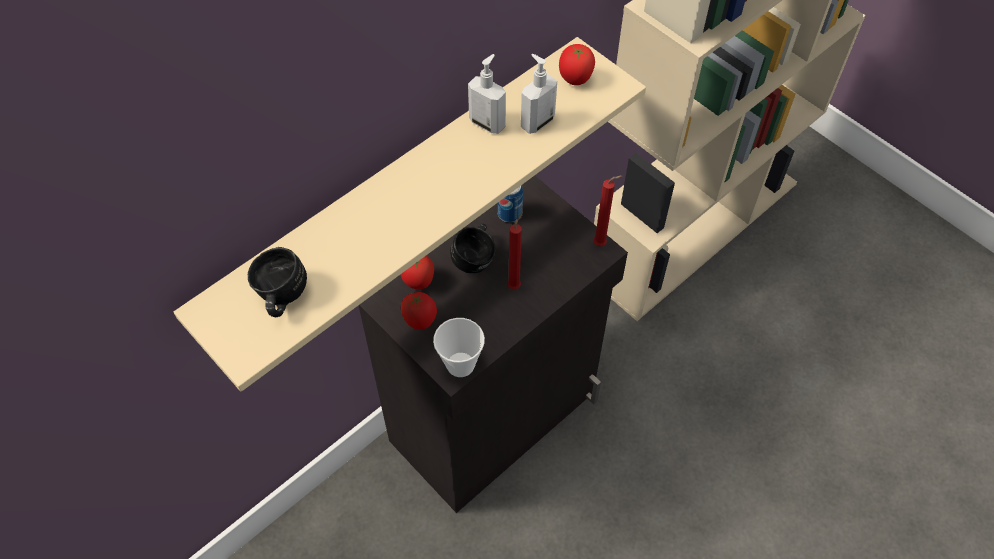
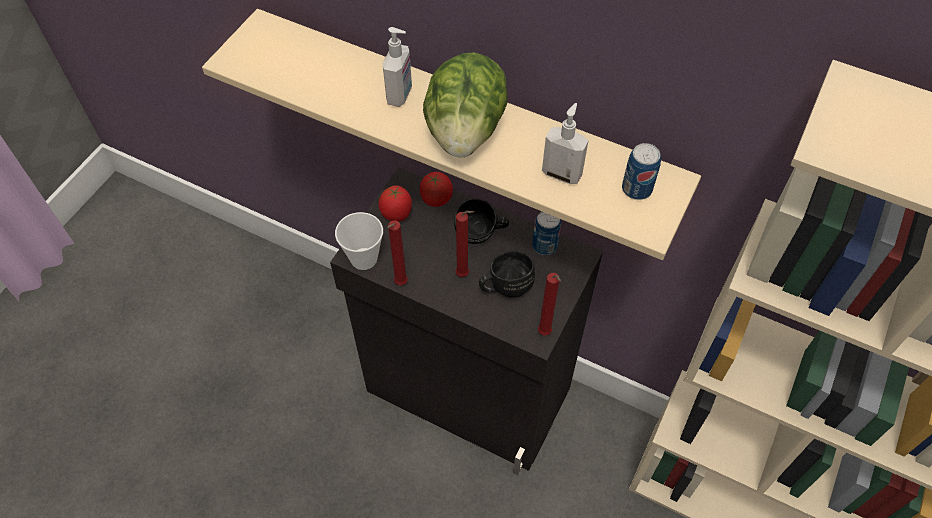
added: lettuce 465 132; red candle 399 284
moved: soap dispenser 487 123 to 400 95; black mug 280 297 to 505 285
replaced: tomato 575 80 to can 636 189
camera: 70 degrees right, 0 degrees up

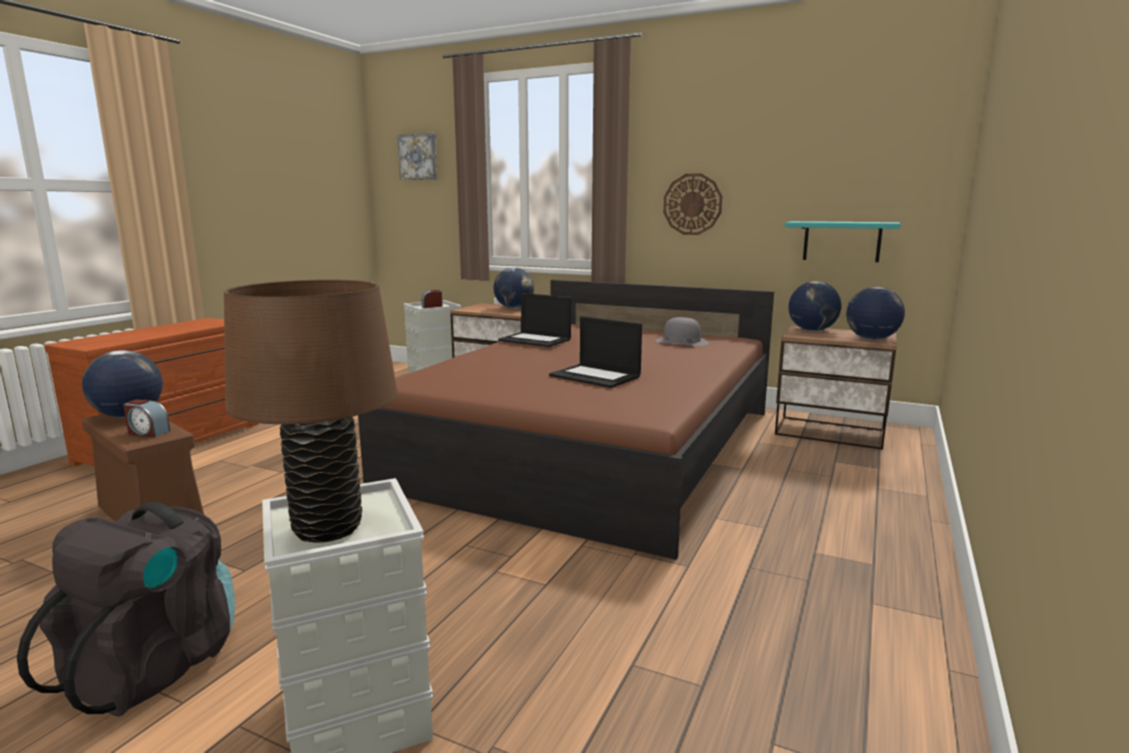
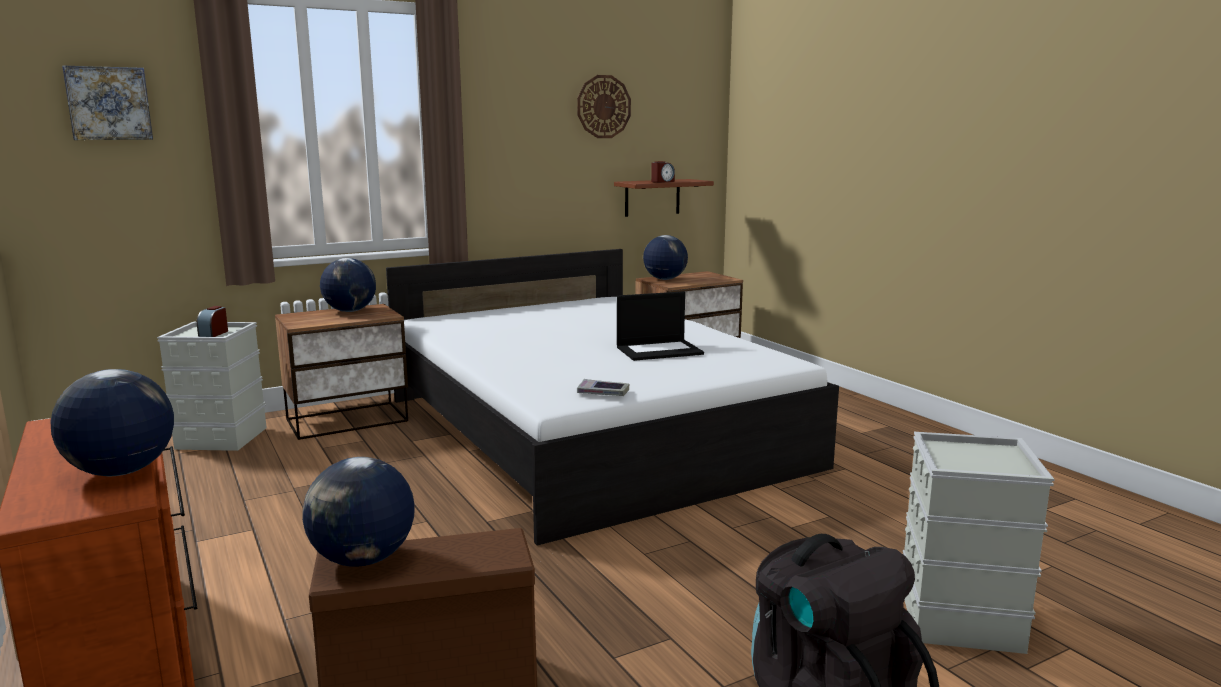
removed: brown table lamp 327 528; laptop 536 340; grey hat 681 341
added: book 603 392
moved: wall clock 692 204 to 603 106; globe 871 339 to 121 472; alarm clock 148 432 to 662 182
recoloured: turquoise shelf 841 241 to brown shelf 652 197; brown bed 594 445 to white bed 589 431
camera: 55 degrees left, 0 degrees up

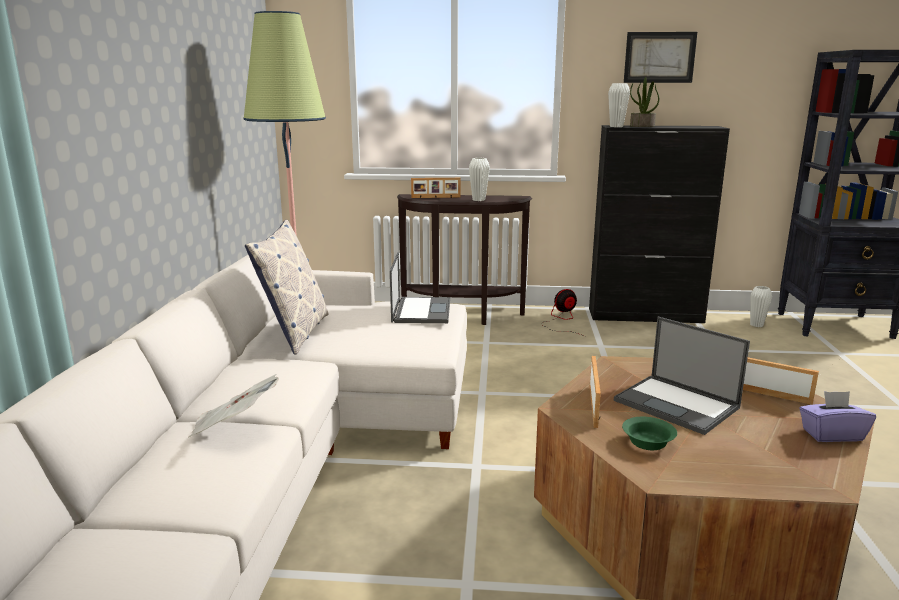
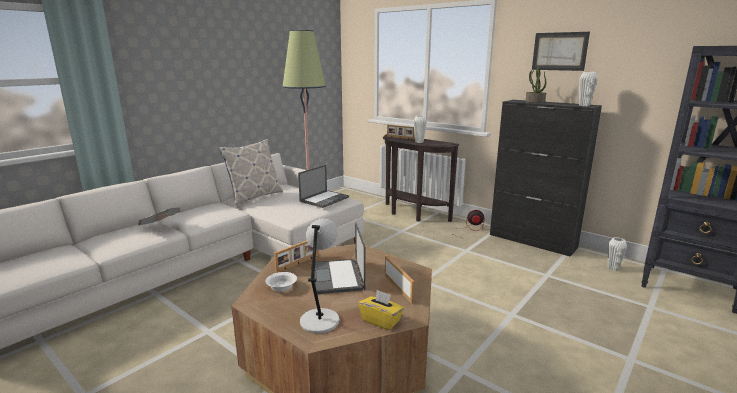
added: grey table lamp 320 320
moved: white vase 616 126 to 584 105
recoloured: purple tissue box 831 434 to yellow tissue box 381 321; green bowl 649 442 to white bowl 282 287
camera: 35 degrees right, 0 degrees up

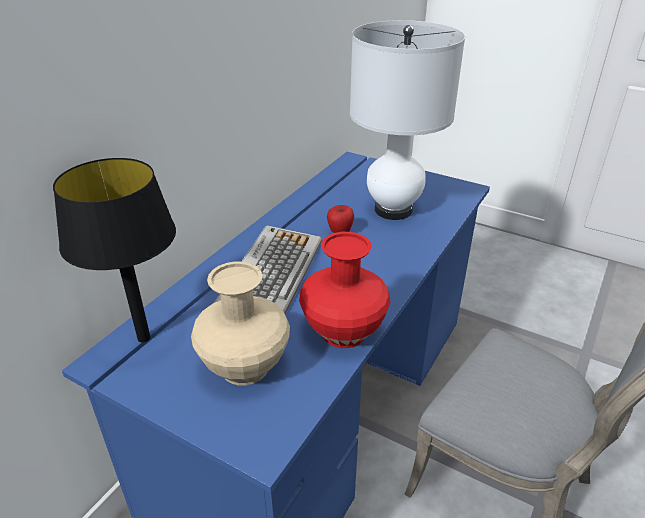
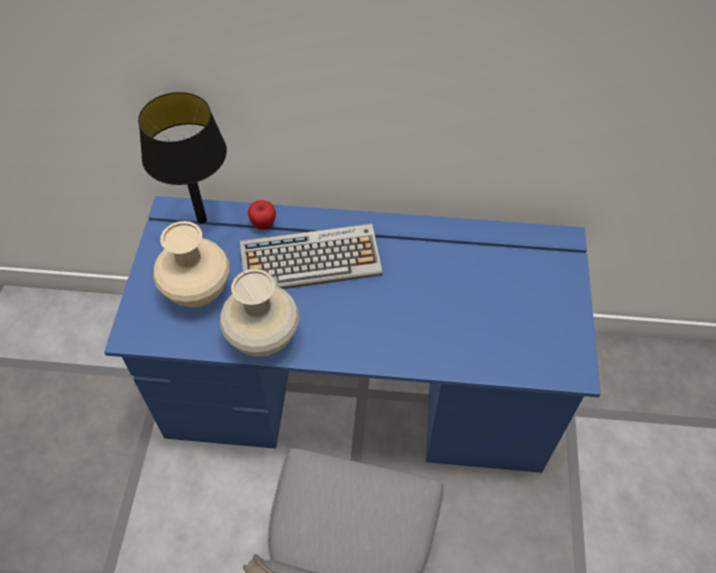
removed: white table lamp 393 210
moved: apple 340 232 to 263 224
recoloured: red vase 342 332 to beige vase 263 338
camera: 65 degrees right, 20 degrees up

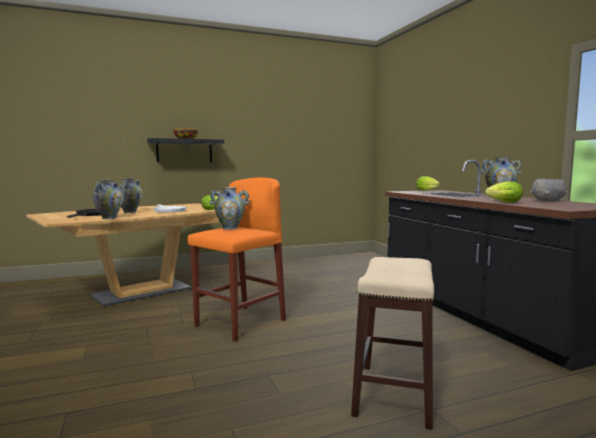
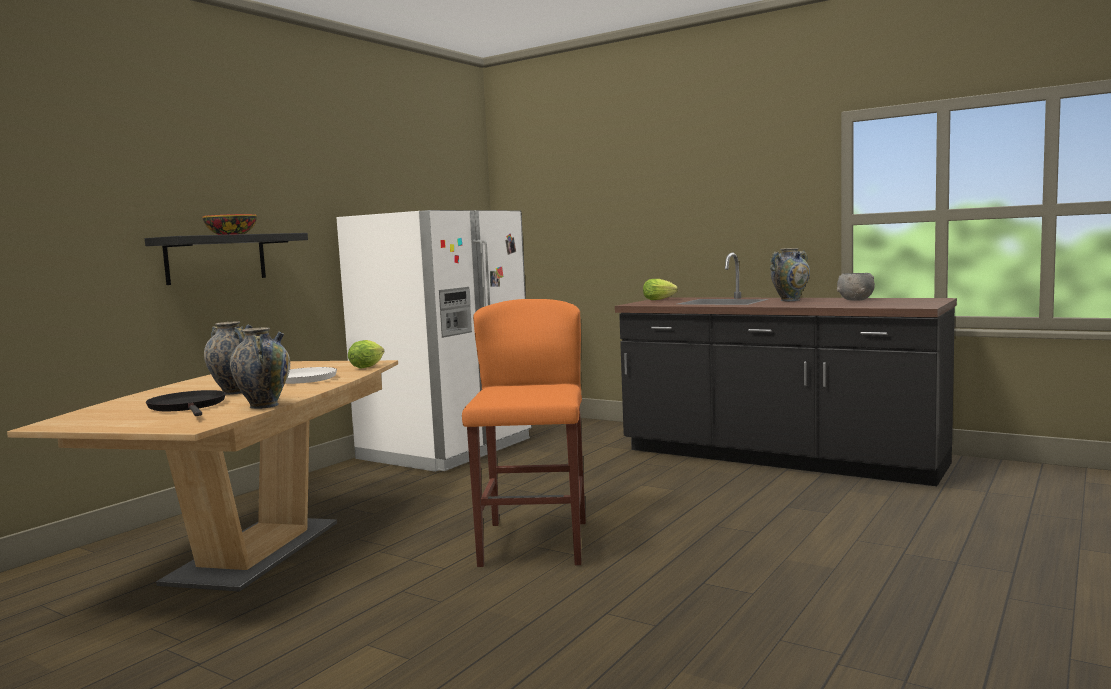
removed: lettuce 502 202; vase 230 228; stool 394 393
added: white fridge 446 449
camera: 35 degrees left, 0 degrees up

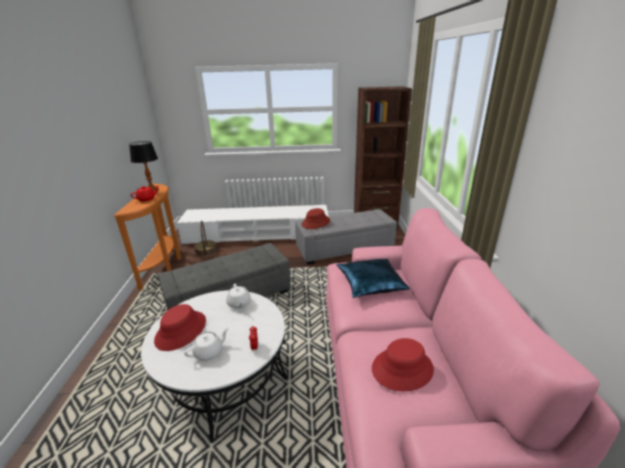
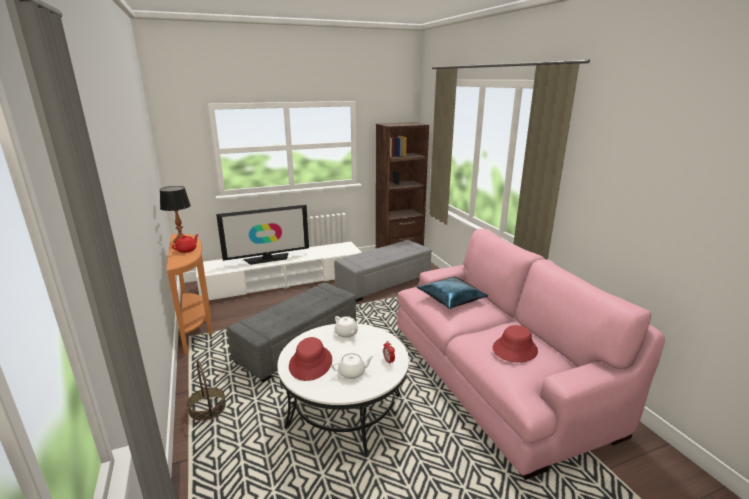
removed: red hat 316 223
added: television 267 259
moved: basket 206 251 to 207 408
turned: white teapot 209 352 = 352 373 45 degrees clockwise
camera: 20 degrees left, 5 degrees down

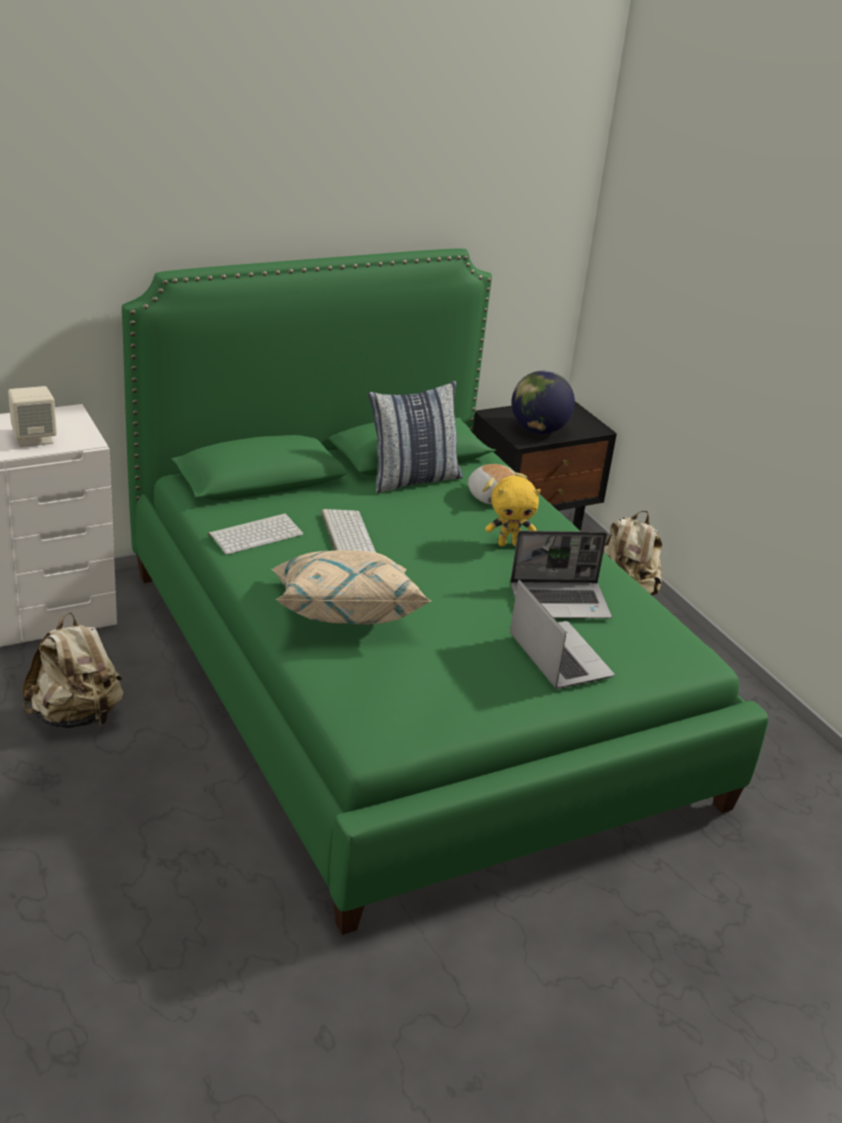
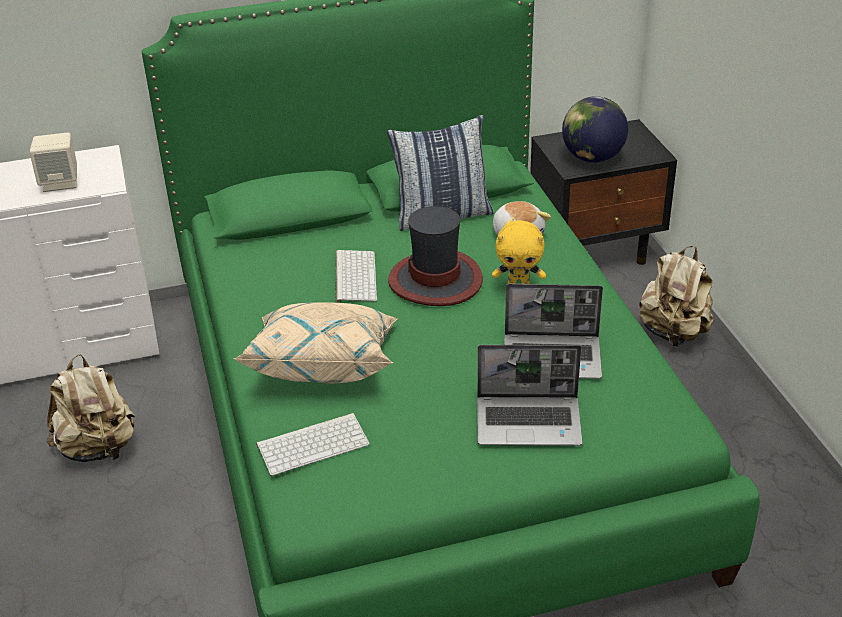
added: hat 436 280
moved: keyboard 256 534 to 313 443
turned: laptop 558 656 = 529 422 105 degrees clockwise
camera: 15 degrees right, 5 degrees up

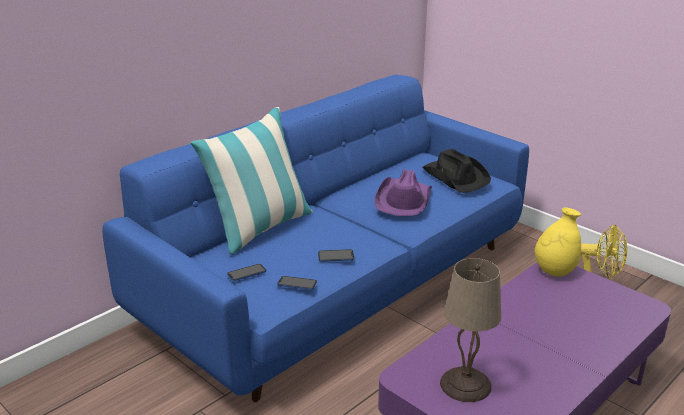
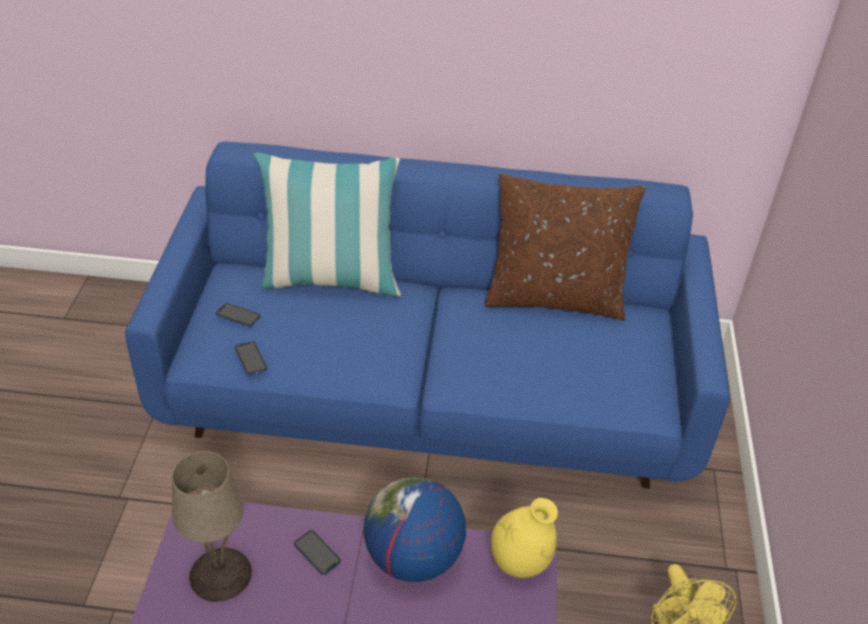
removed: black hat 455 177; purple hat 403 200
added: brown pillow 554 297; globe 413 558
moved: phone 336 256 to 317 553
camera: 50 degrees right, 15 degrees up

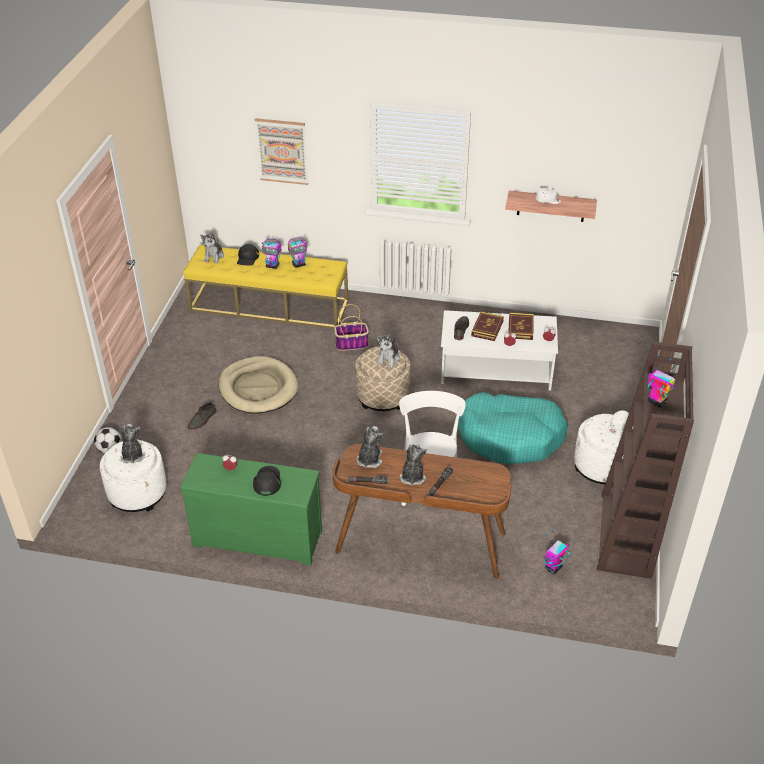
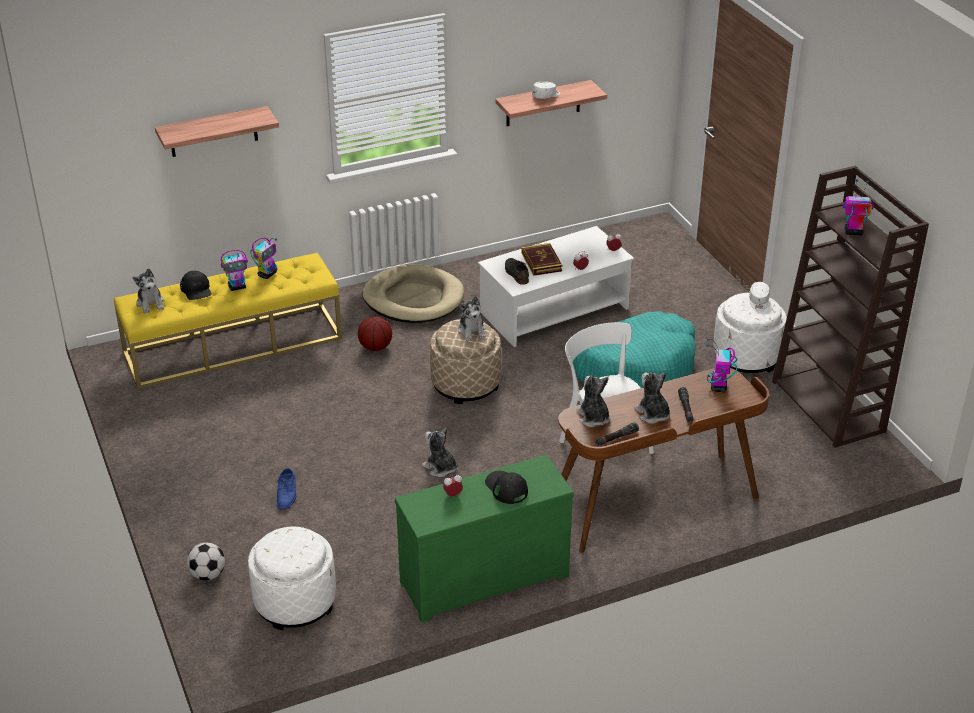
removed: book 520 328
moved: beige dog bed 258 388 to 413 299; plush toy 132 456 to 440 468; toy robot 553 568 to 718 387
replaced: picture 282 151 to shelf 213 132; basket 352 344 to basketball 375 347
recoloured: grey shoe 202 419 to blue shoe 287 494
camera: 35 degrees left, 5 degrees down

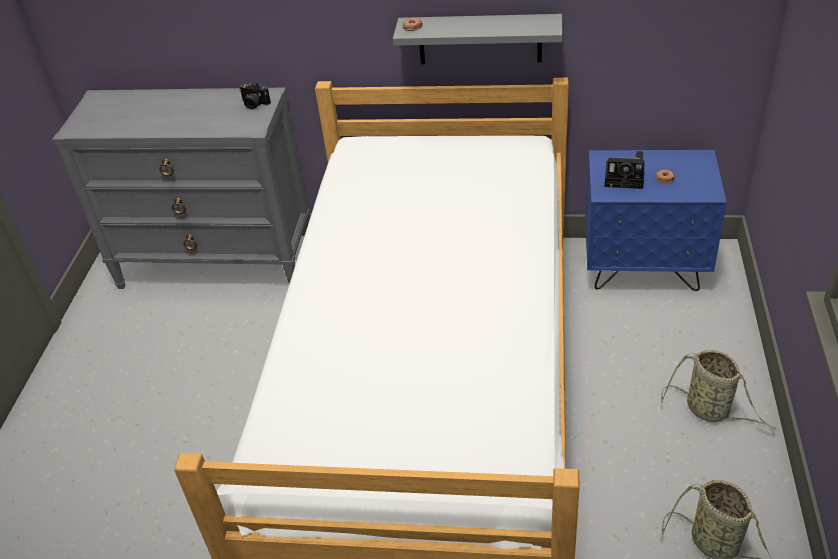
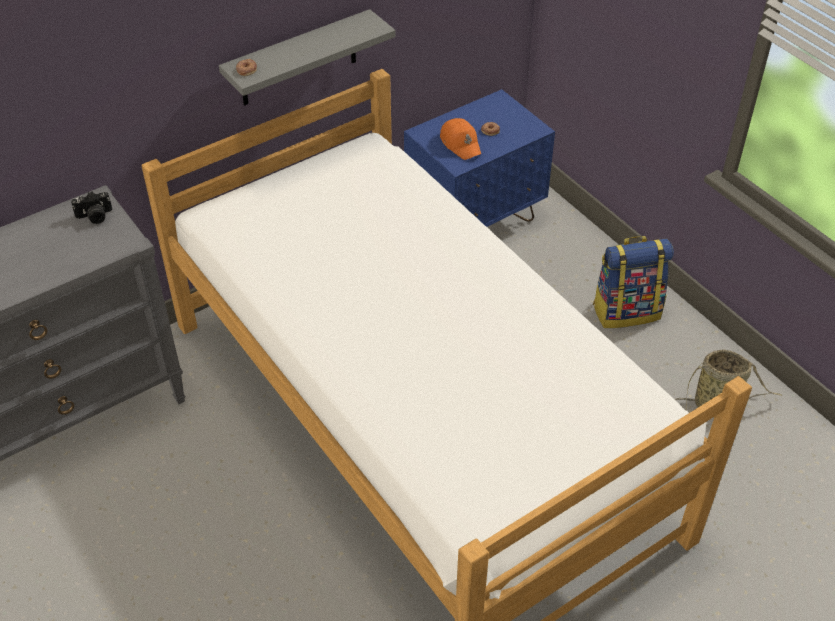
replaced: photo camera 626 178 to orange cap 461 143; basket 710 411 to backpack 626 311
camera: 45 degrees left, 5 degrees up

